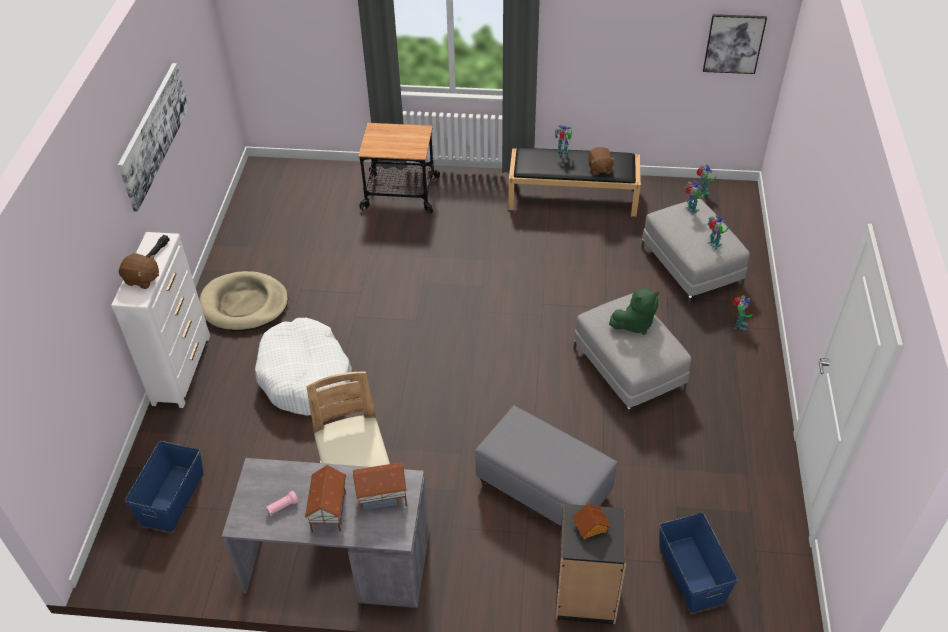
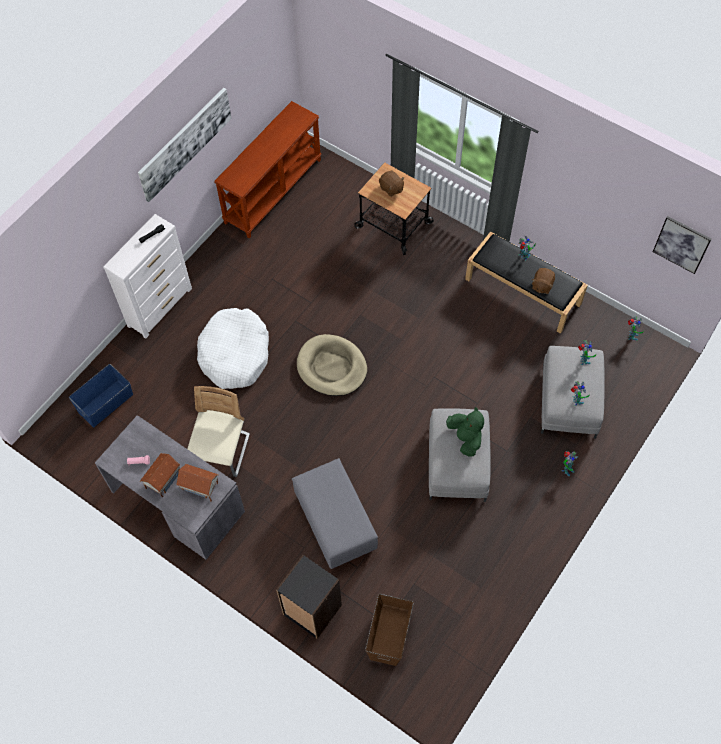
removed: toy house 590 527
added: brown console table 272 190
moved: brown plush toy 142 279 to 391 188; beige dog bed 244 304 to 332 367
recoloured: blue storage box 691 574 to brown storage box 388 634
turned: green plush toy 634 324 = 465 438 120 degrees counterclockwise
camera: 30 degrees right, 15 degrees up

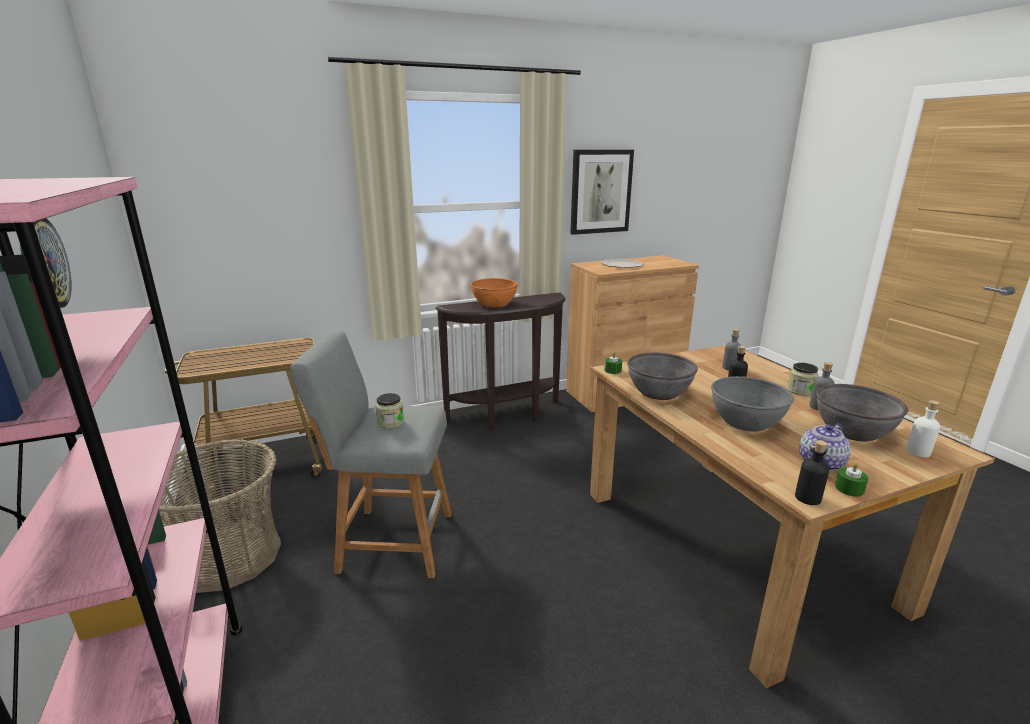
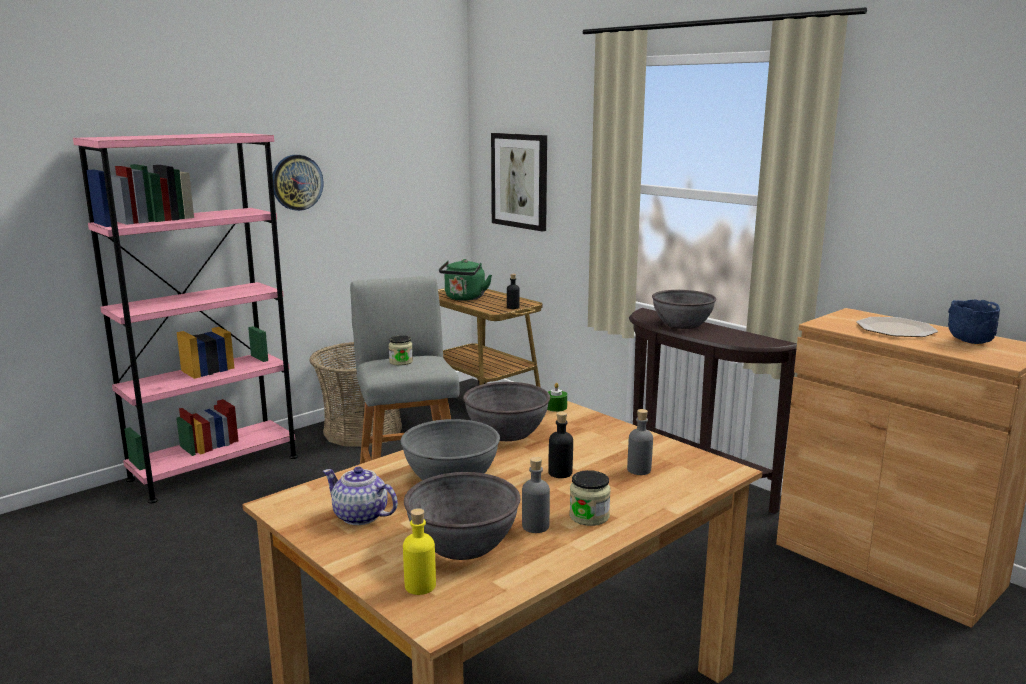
removed: green candle 849 488
added: green kettle 464 298; blue bowl 970 342
moved: picture 600 192 to 520 181; black bottle 808 498 to 513 307
recoloured: orange bowl 494 304 to grey bowl 682 324; white bottle 918 452 to yellow bottle 420 586
camera: 70 degrees right, 5 degrees down

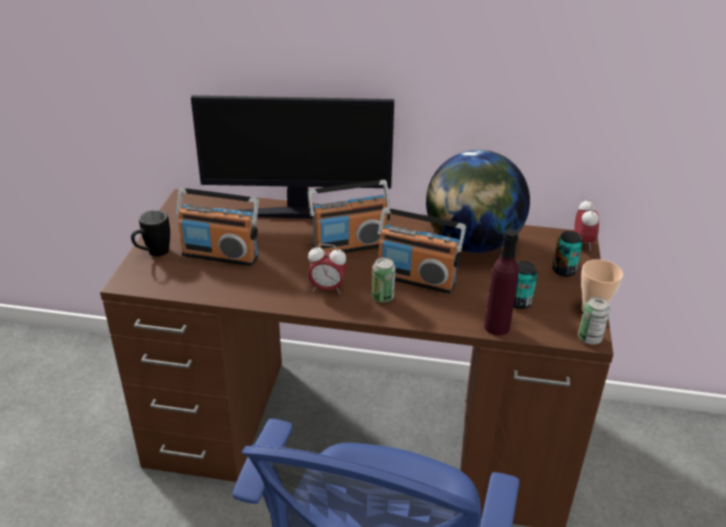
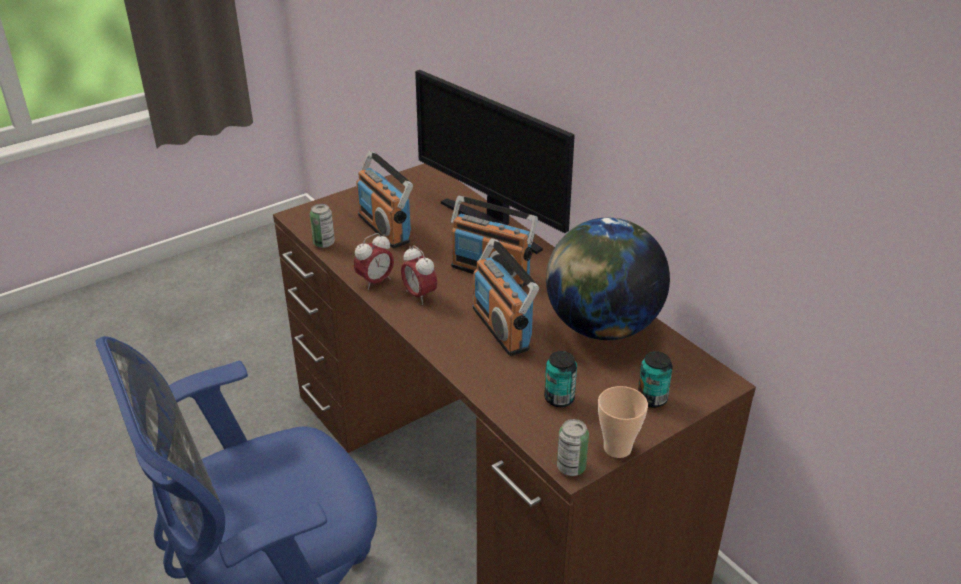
removed: black mug 153 254; purple bottle 497 327
moved: alarm clock 582 243 to 375 282; can 382 297 to 324 243
camera: 45 degrees right, 0 degrees up

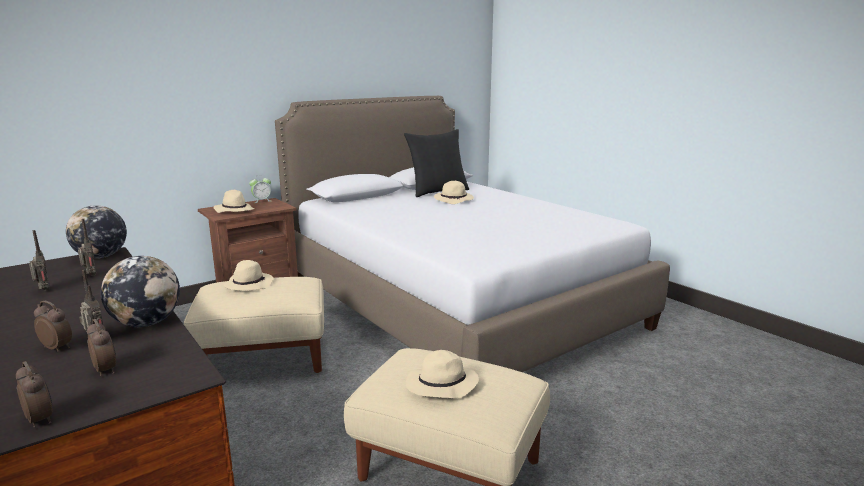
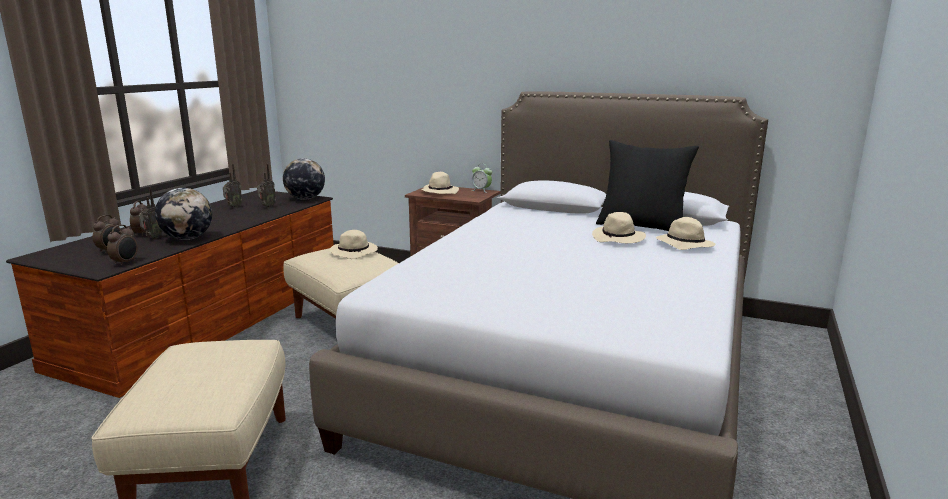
moved: beige hat 440 386 to 683 245; alarm clock 41 419 to 126 262
camera: 60 degrees right, 0 degrees up

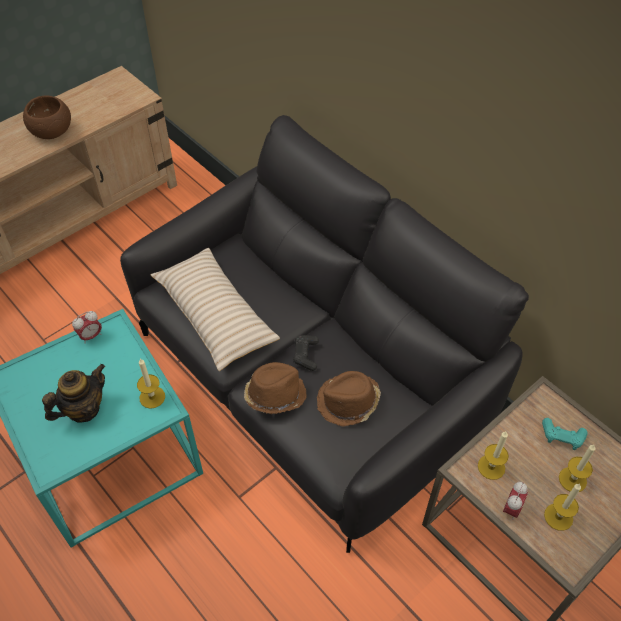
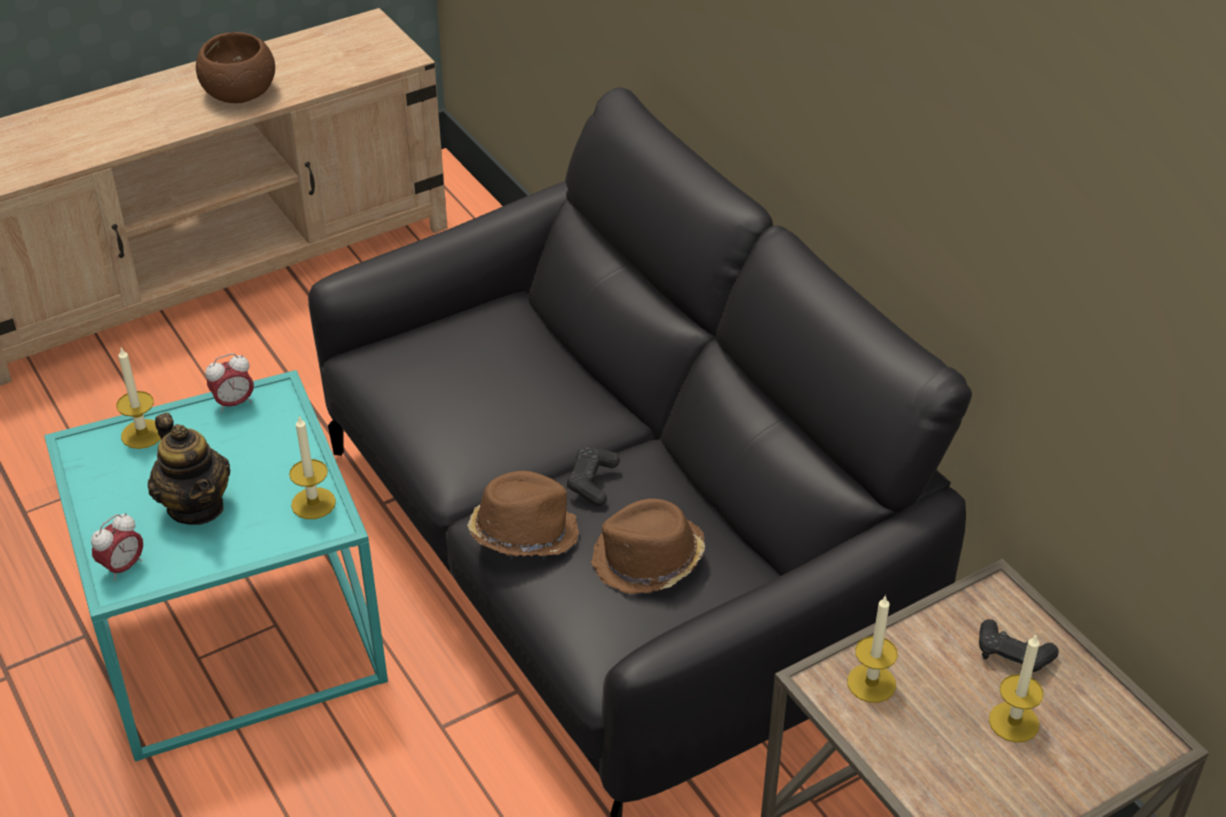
removed: beige pillow 215 316
moved: alarm clock 511 508 to 123 567; candle 558 517 to 142 434
recoloured: turquoise game controller 562 437 to black game controller 1012 655
turned: teapot 83 409 = 196 506 90 degrees clockwise
camera: 10 degrees right, 10 degrees down

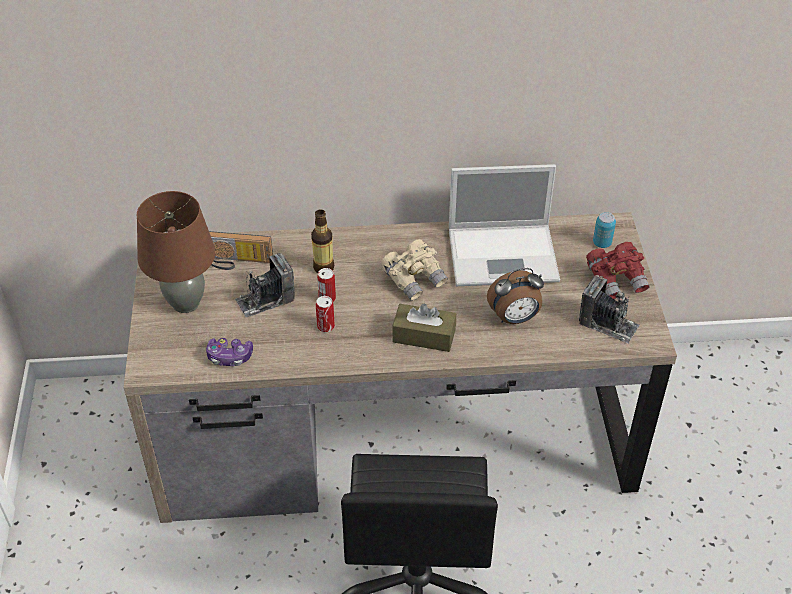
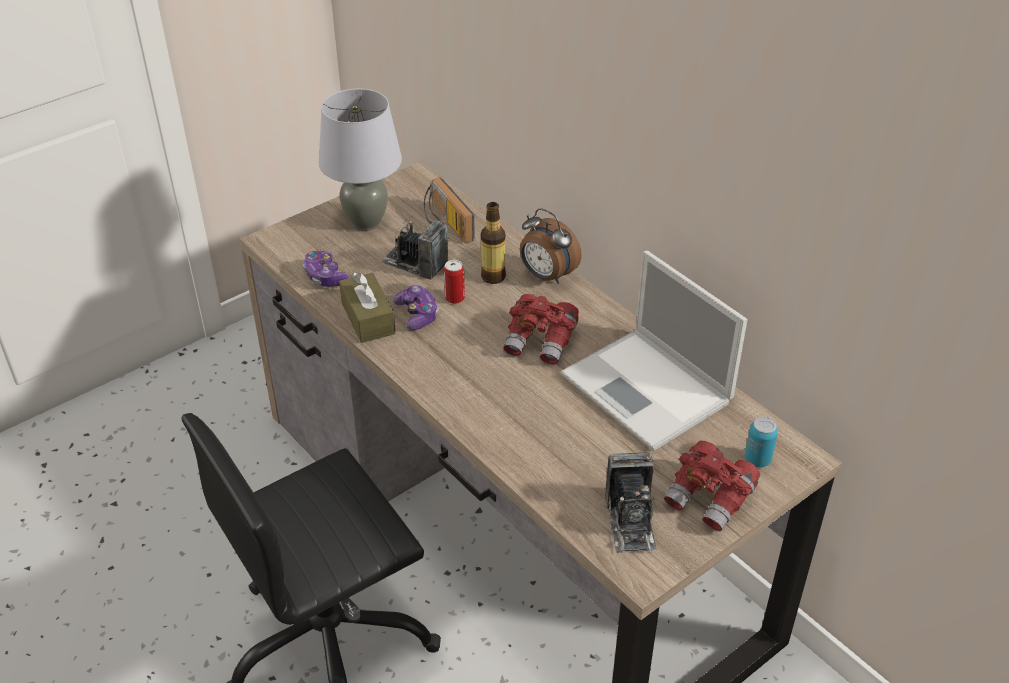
moved: alarm clock 514 318 to 546 276; brown tissue box 424 336 to 368 318
replaced: can 326 326 to game controller 417 315
recoloured: brown table lamp 185 303 to grey table lamp 366 222; beige binoculars 415 279 to red binoculars 541 342
camera: 55 degrees right, 5 degrees down

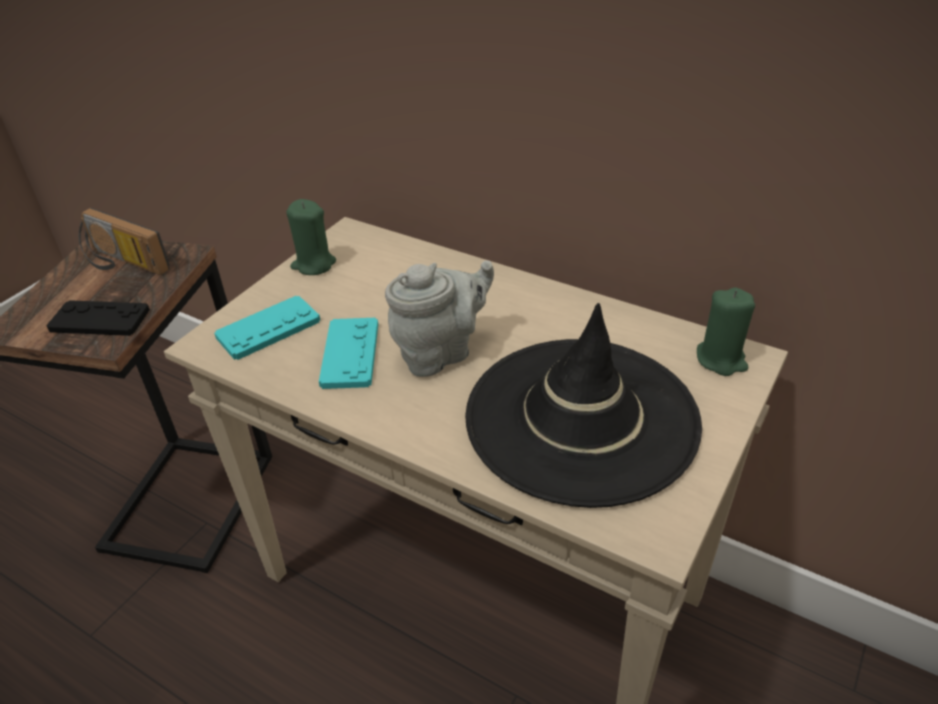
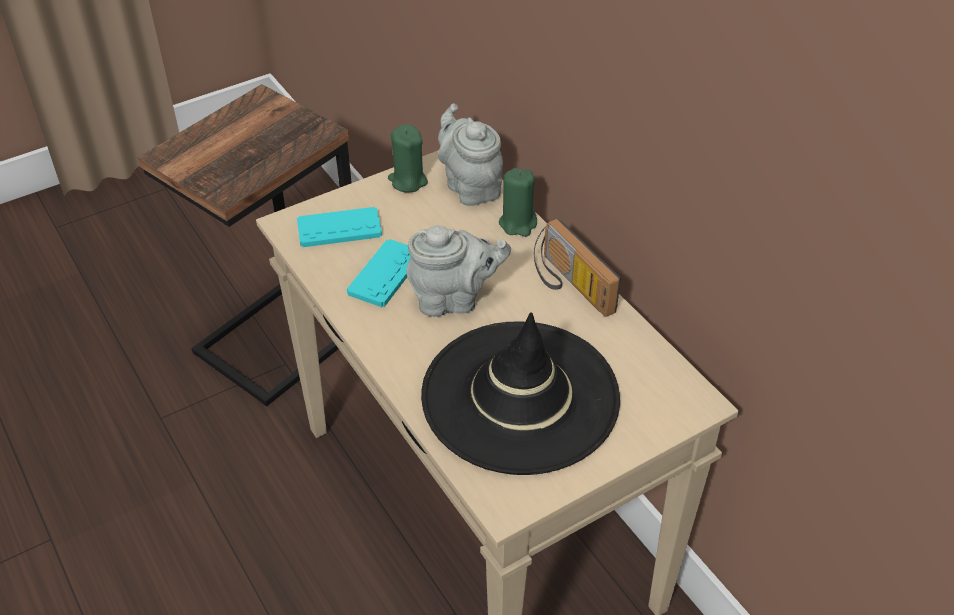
removed: black game controller 99 320
added: grey teapot 470 186
moved: radio 122 263 to 568 285; green candle 721 359 to 518 223
camera: 25 degrees right, 5 degrees up

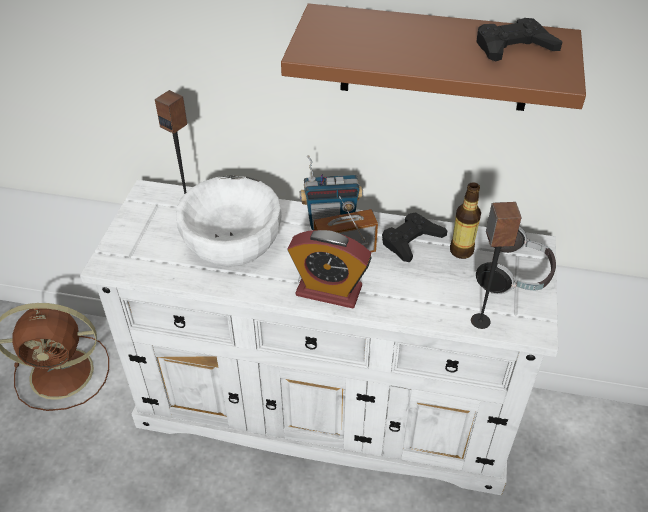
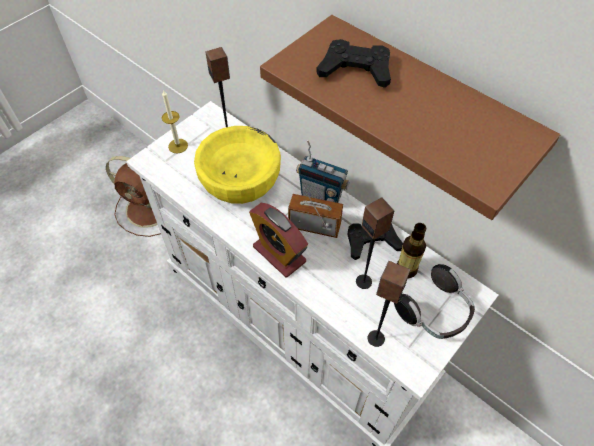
added: candle 178 146; speaker 364 281
moved: black game controller 513 47 to 355 69
recoloured: white bowl 231 240 to yellow bowl 240 179
camera: 30 degrees right, 10 degrees up

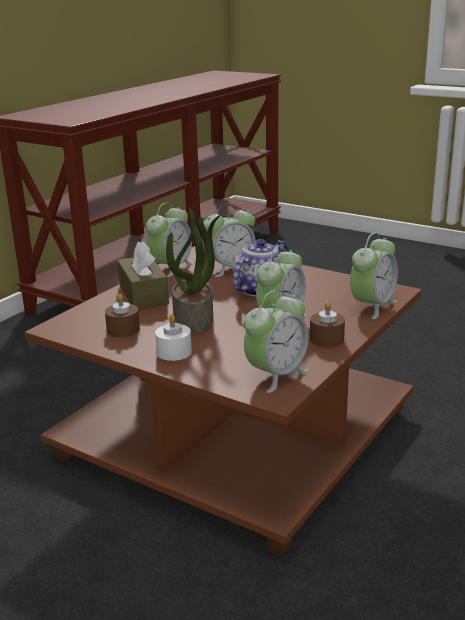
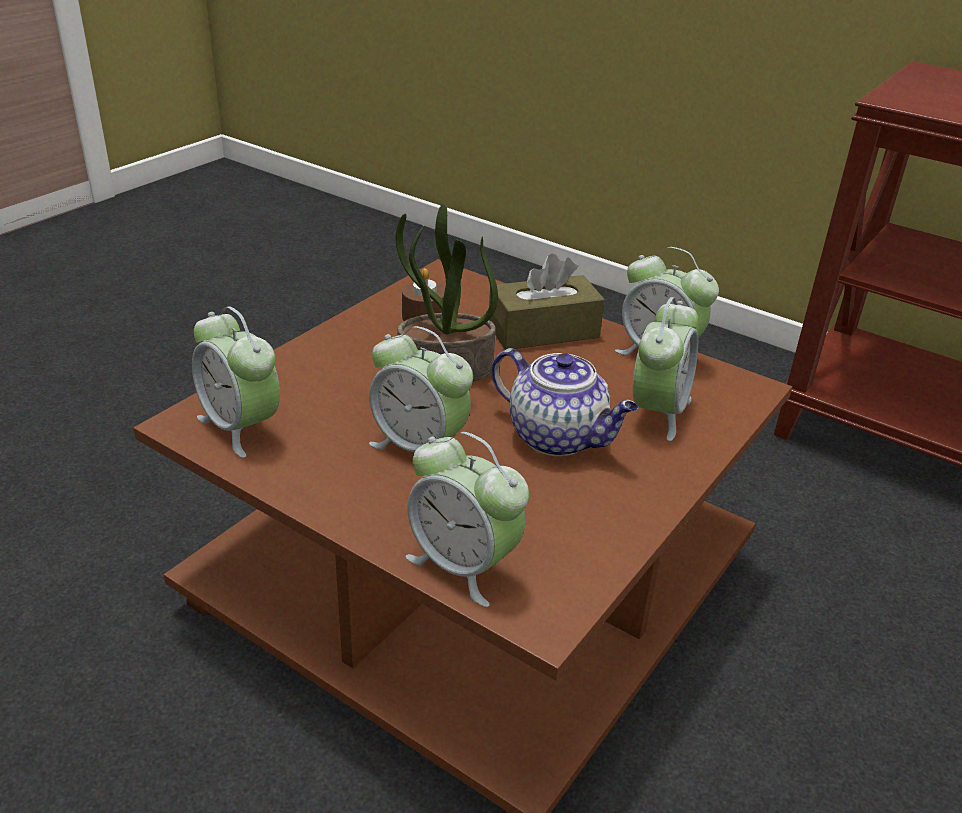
removed: brown candle 326 339; white candle 174 352
turned: alarm clock 231 269 = 658 412 135 degrees counterclockwise
camera: 90 degrees right, 10 degrees up

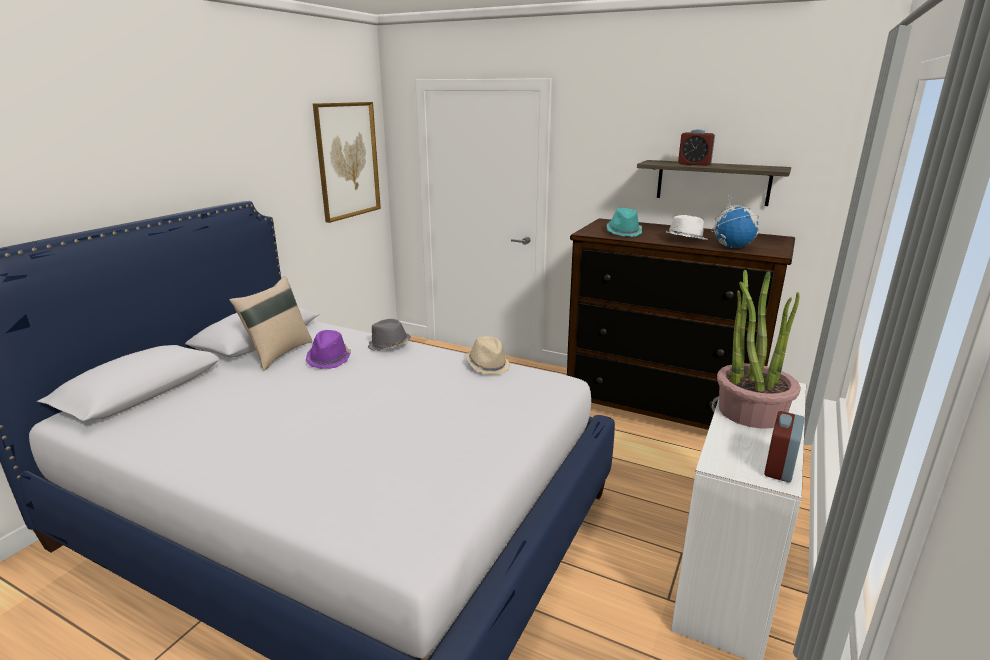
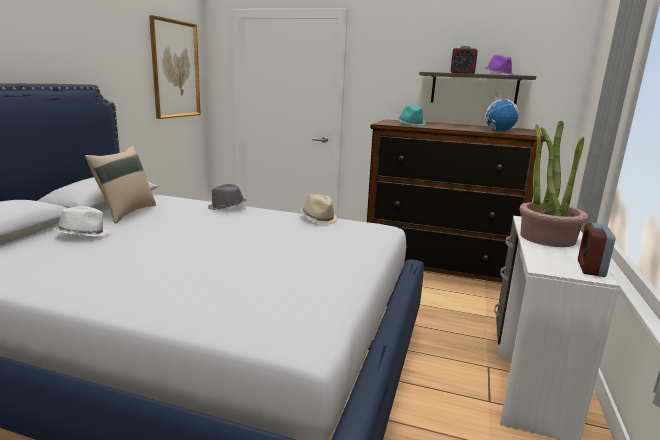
moved: white hat 685 240 to 83 235; purple hat 329 359 to 499 74
camera: 10 degrees left, 5 degrees down

